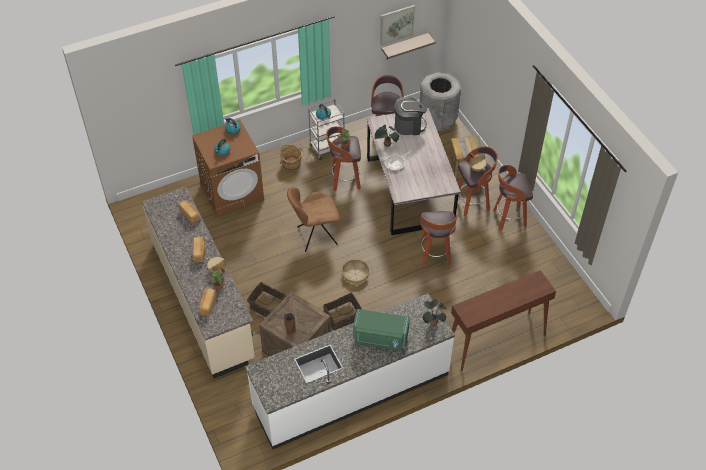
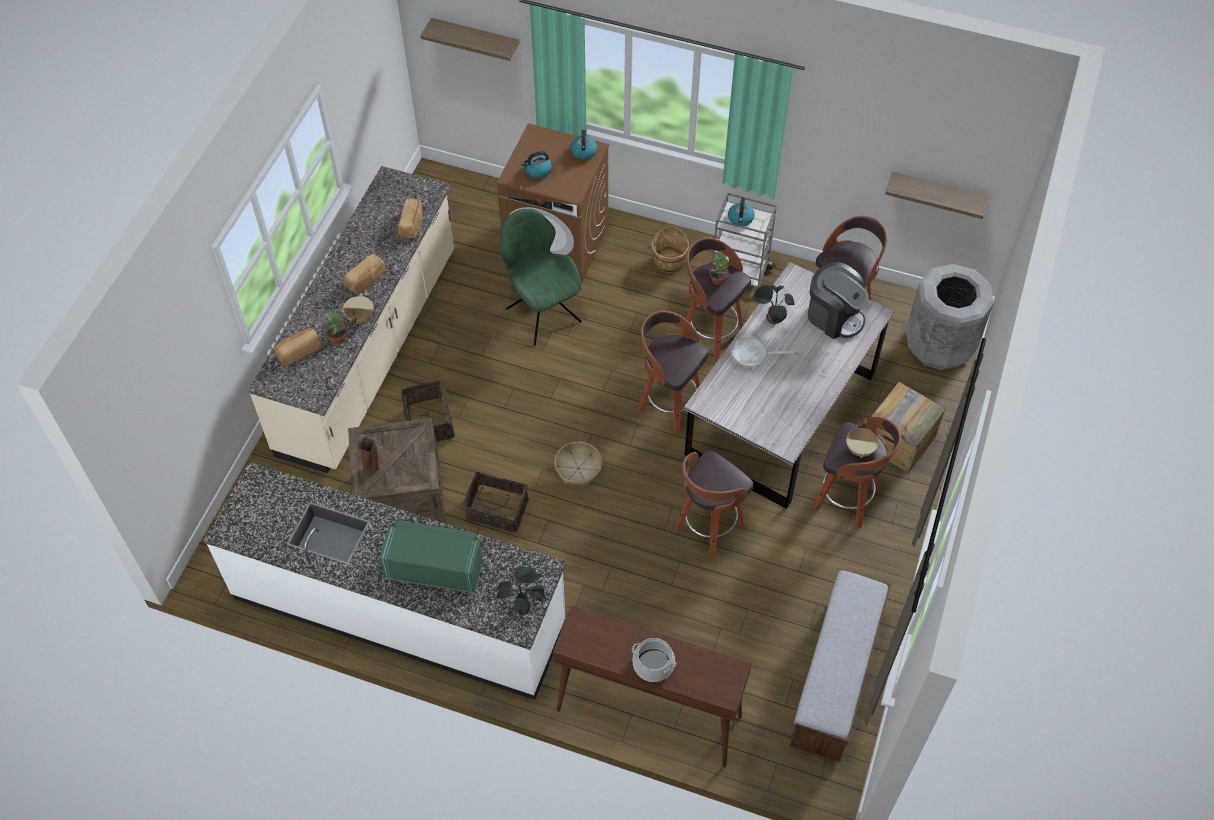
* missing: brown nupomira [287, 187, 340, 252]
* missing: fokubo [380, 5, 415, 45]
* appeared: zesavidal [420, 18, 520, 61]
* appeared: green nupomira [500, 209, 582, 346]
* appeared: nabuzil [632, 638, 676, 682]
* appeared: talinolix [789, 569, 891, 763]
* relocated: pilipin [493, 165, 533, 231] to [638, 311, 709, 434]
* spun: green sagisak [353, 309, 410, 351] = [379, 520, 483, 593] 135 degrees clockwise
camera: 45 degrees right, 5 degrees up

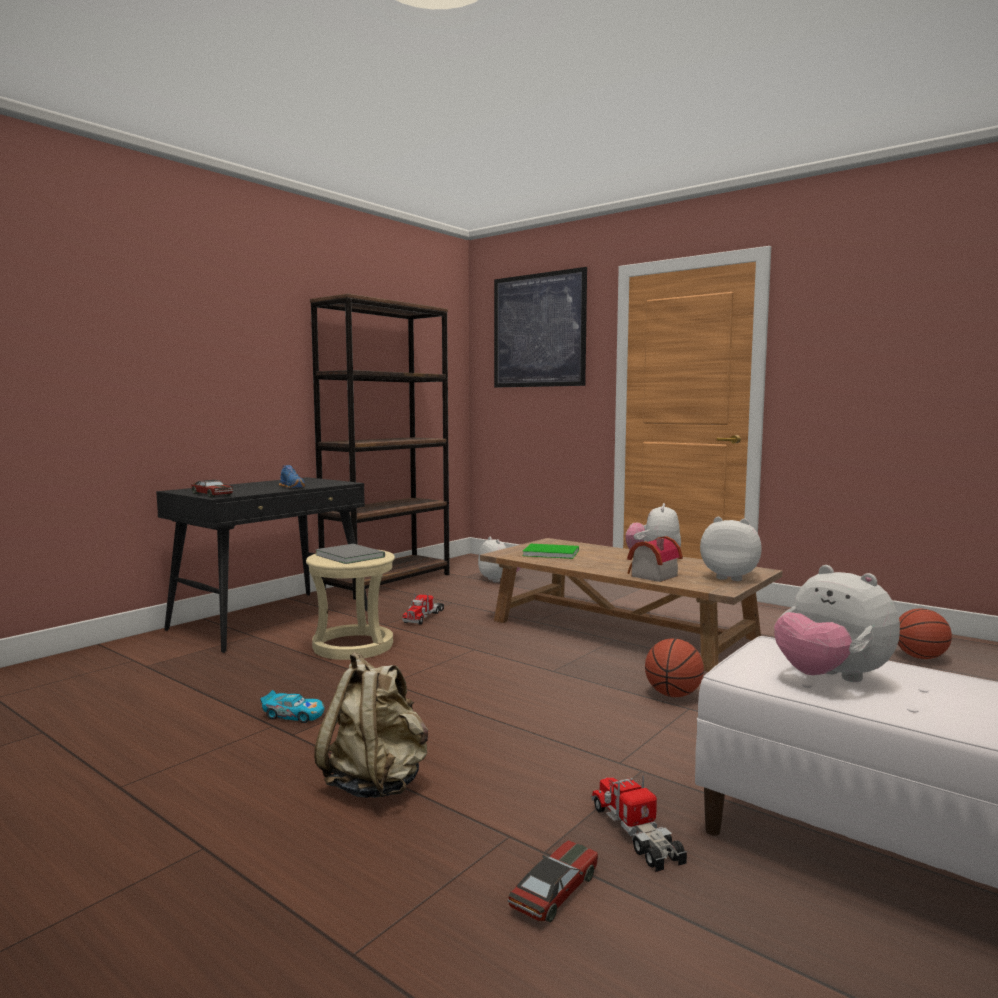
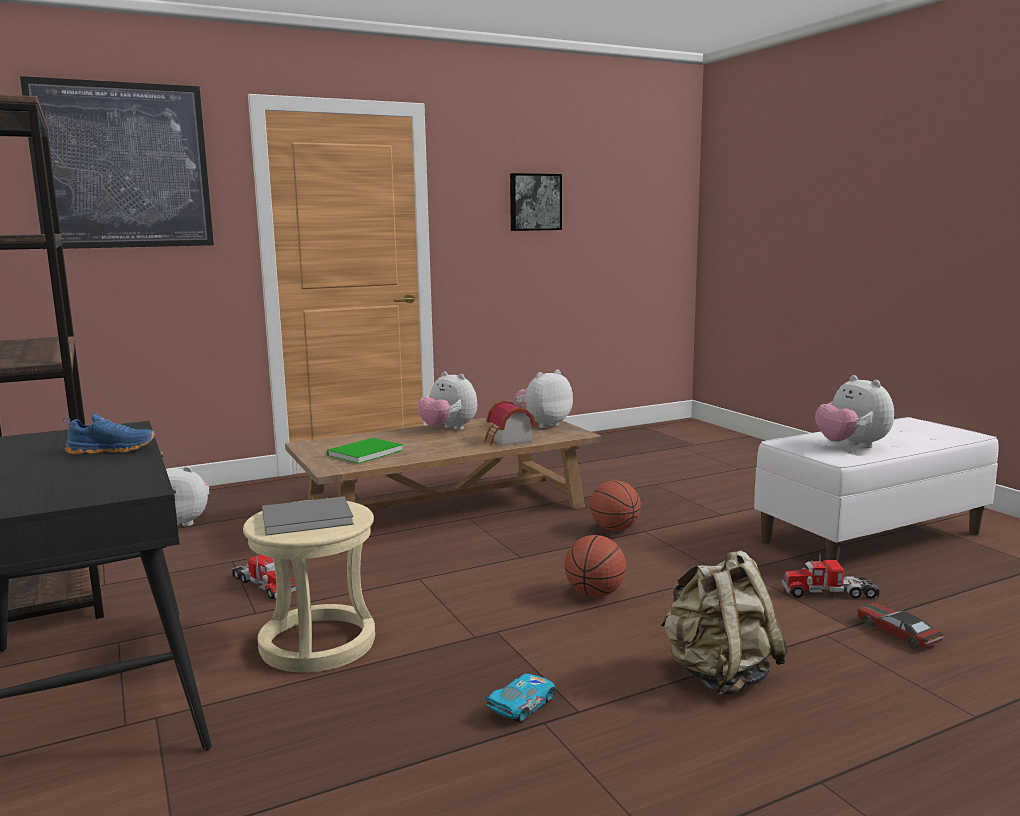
* missing: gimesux [191, 480, 233, 497]
* appeared: fokubo [510, 173, 562, 231]
* relocated: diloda [898, 608, 952, 659] to [564, 535, 626, 597]
* spun: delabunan [774, 565, 900, 682] = [815, 375, 894, 448] 75 degrees clockwise
camera: 65 degrees left, 5 degrees up

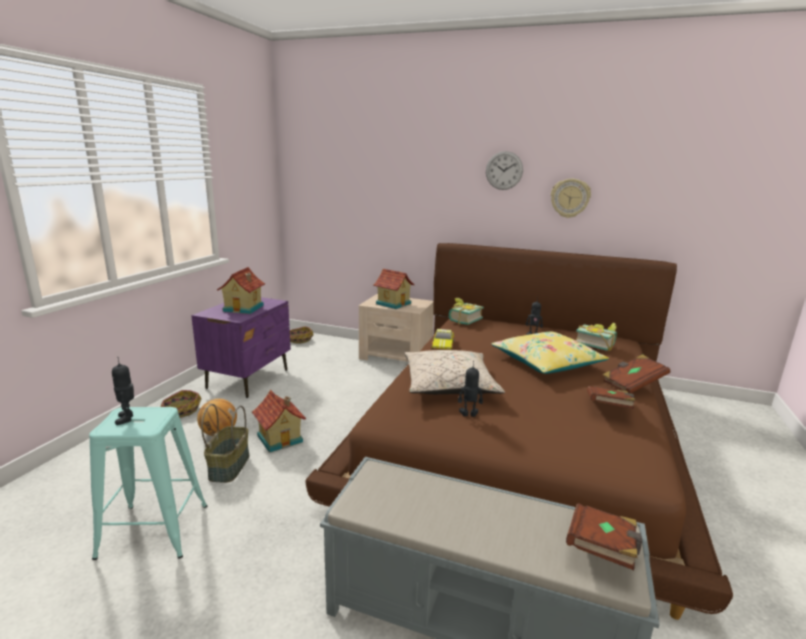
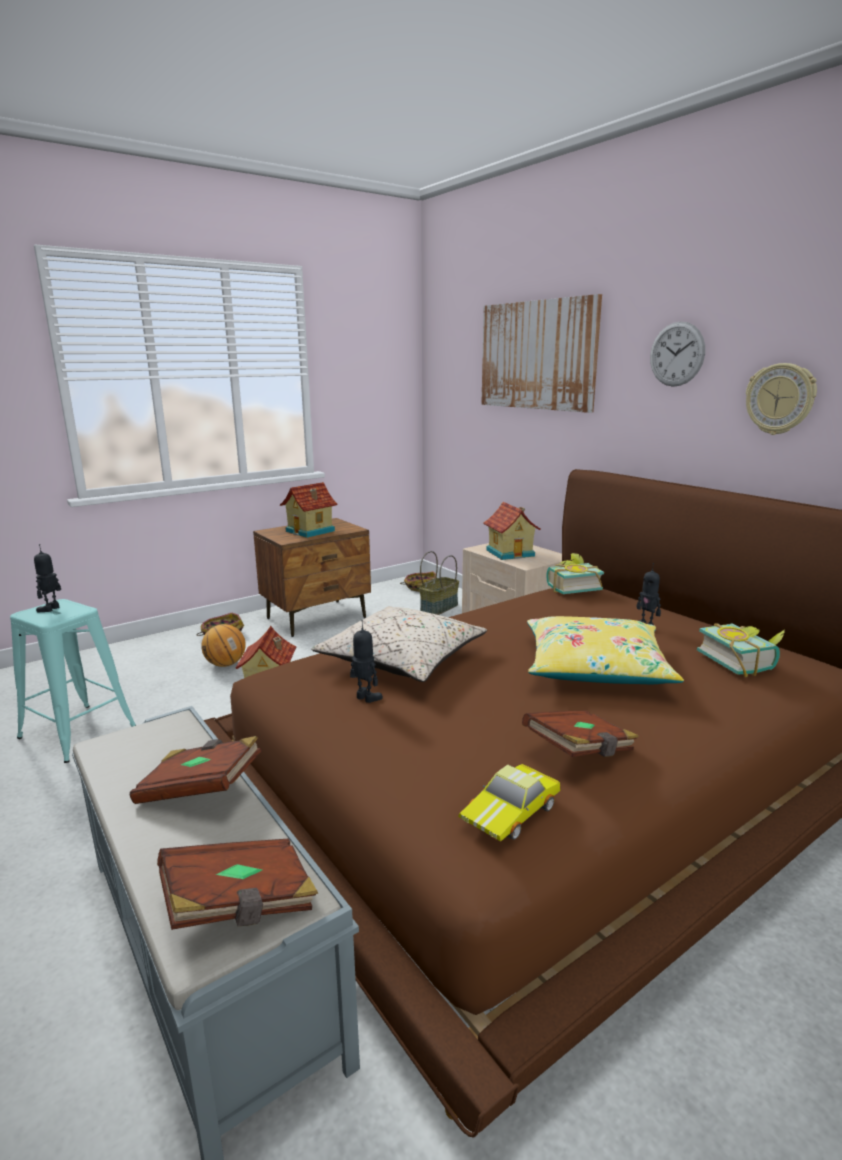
* appeared: fokubo [481, 294, 602, 413]
* relocated: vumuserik [201, 404, 249, 483] to [419, 551, 459, 615]
* relocated: gimesux [431, 329, 454, 350] to [458, 764, 561, 841]
* relocated: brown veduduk [602, 354, 670, 393] to [130, 736, 262, 804]
* colour: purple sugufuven [191, 297, 291, 398] to brown sugufuven [253, 518, 371, 637]
camera: 35 degrees right, 0 degrees up

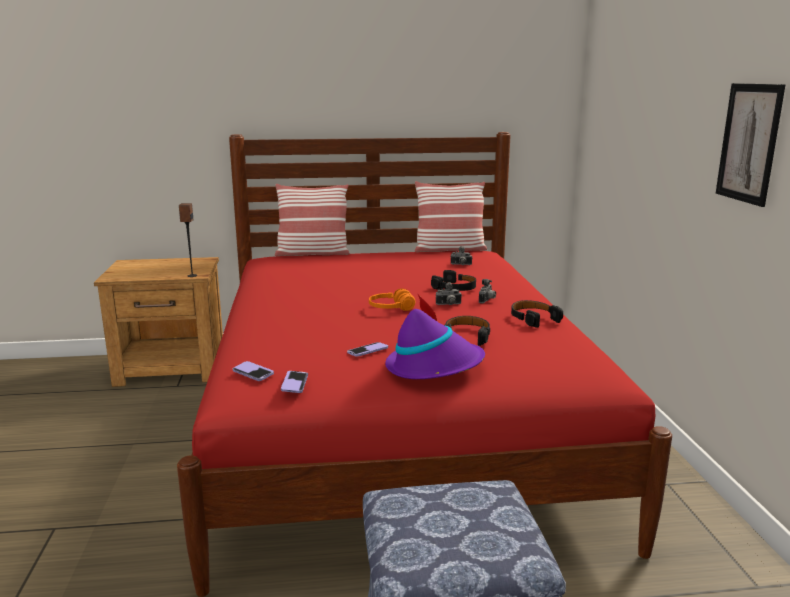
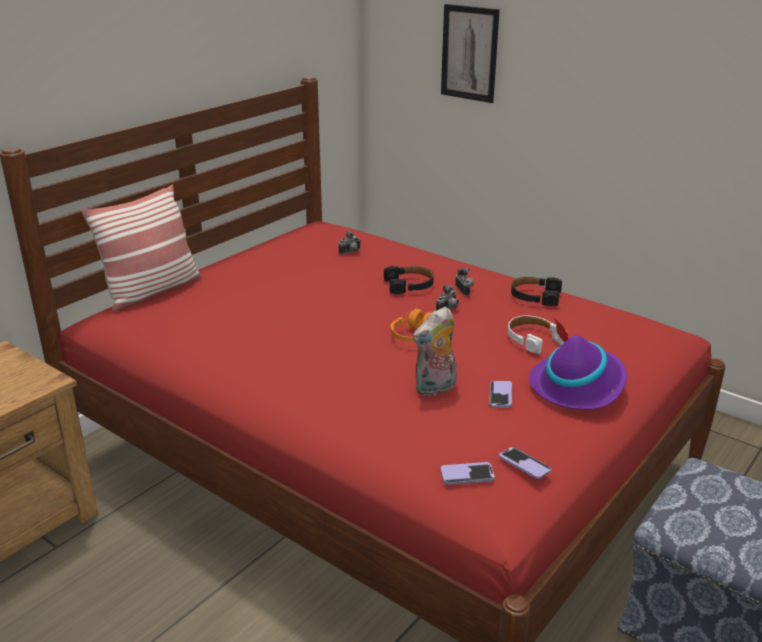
* missing: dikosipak [179, 203, 197, 277]
* missing: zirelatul [415, 181, 487, 252]
* appeared: delabunan [413, 307, 457, 396]
* relocated: fokubo [716, 83, 786, 207] to [441, 4, 500, 103]
* colour: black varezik [445, 316, 491, 346] to white varezik [508, 315, 567, 354]
camera: 45 degrees left, 10 degrees up

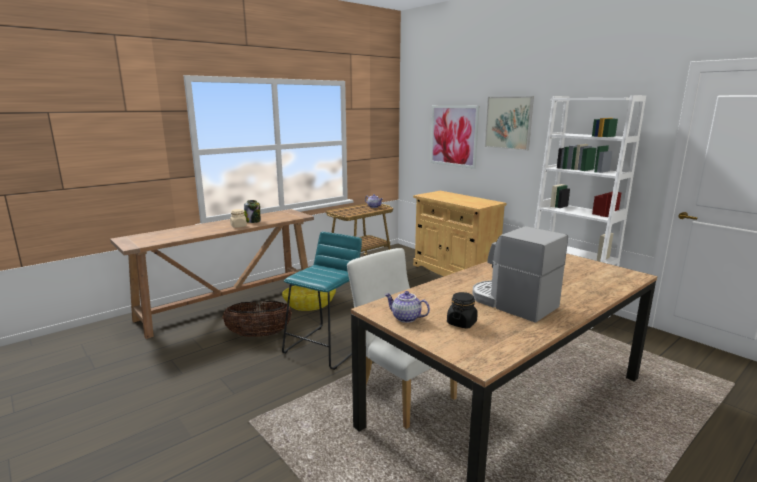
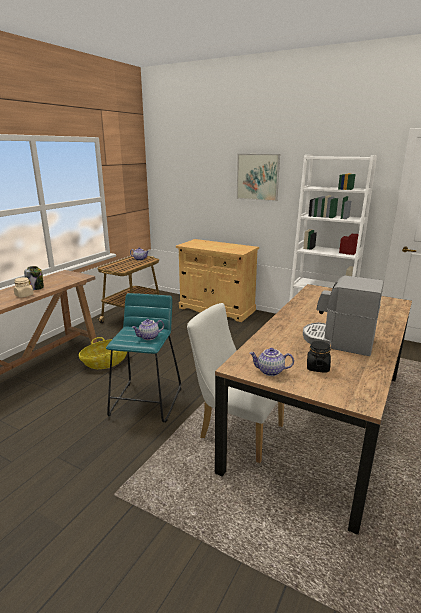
* missing: vumuserik [222, 301, 292, 337]
* missing: fokubo [430, 105, 479, 169]
* appeared: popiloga [132, 319, 164, 340]
camera: 20 degrees left, 5 degrees up

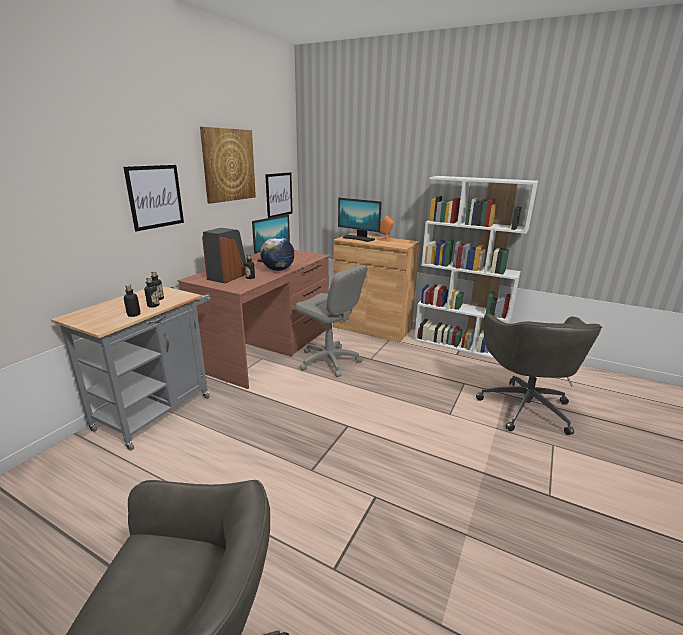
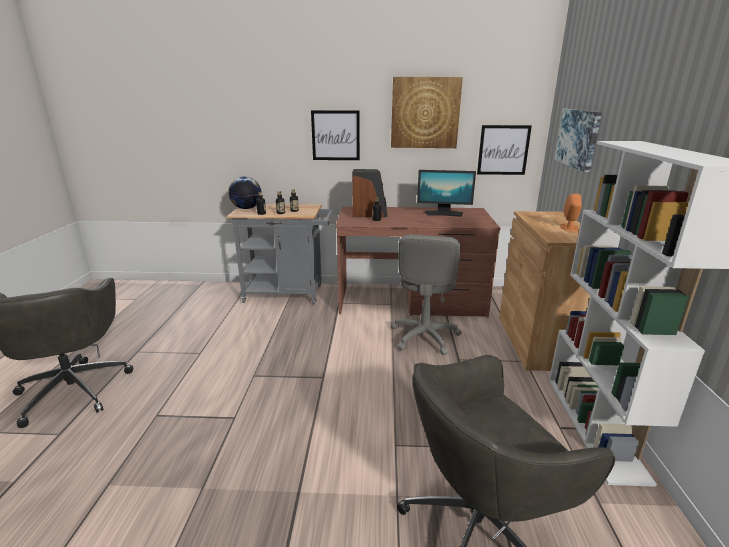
* missing: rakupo [338, 198, 382, 242]
* appeared: fokubo [554, 109, 602, 172]
* relocated: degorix [260, 237, 295, 271] to [228, 176, 262, 209]
camera: 65 degrees right, 0 degrees up

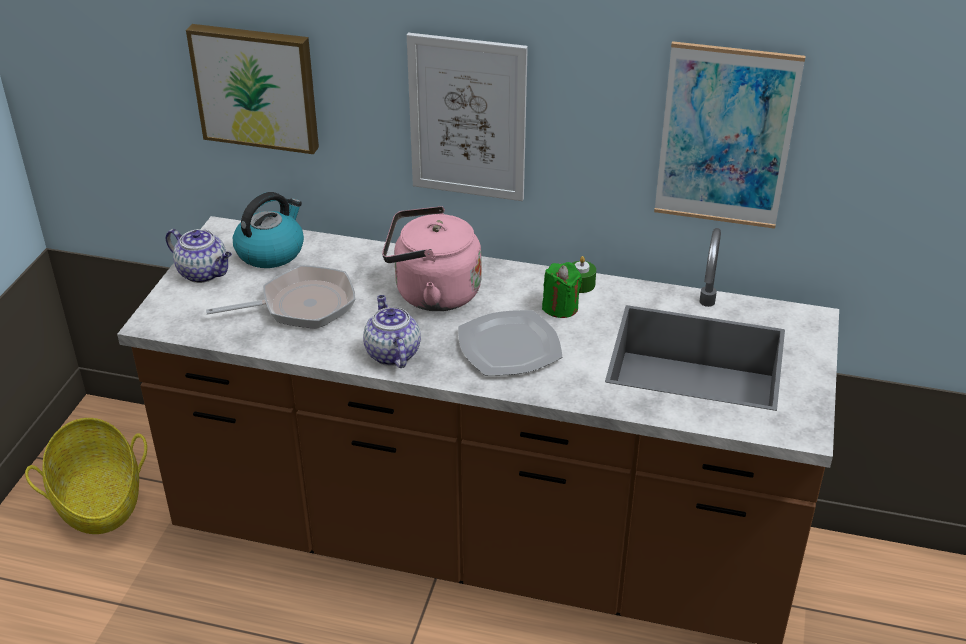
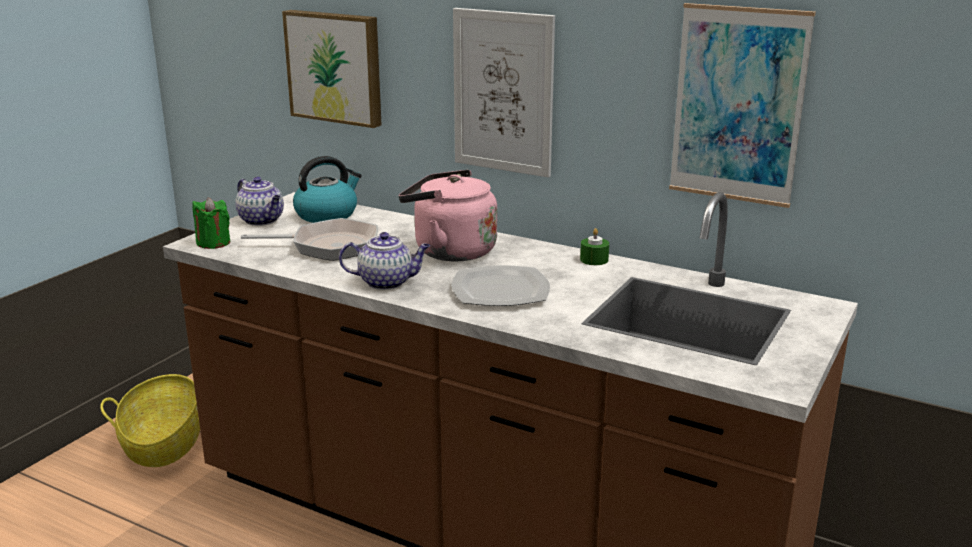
* relocated: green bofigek [542, 262, 582, 318] to [192, 198, 230, 249]
* spun: popiloga [363, 295, 421, 368] = [339, 232, 430, 290] 90 degrees clockwise
camera: 15 degrees right, 15 degrees down

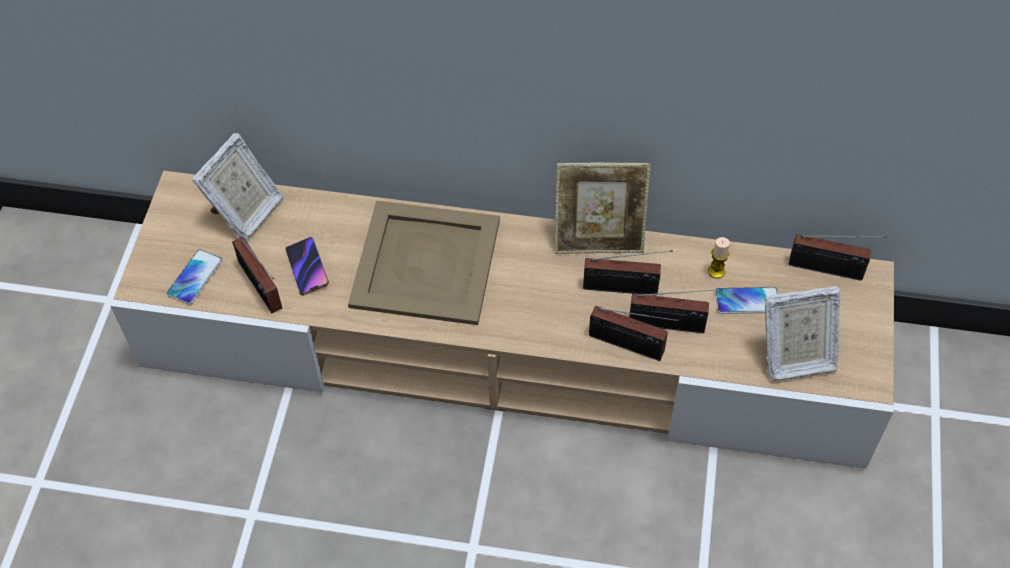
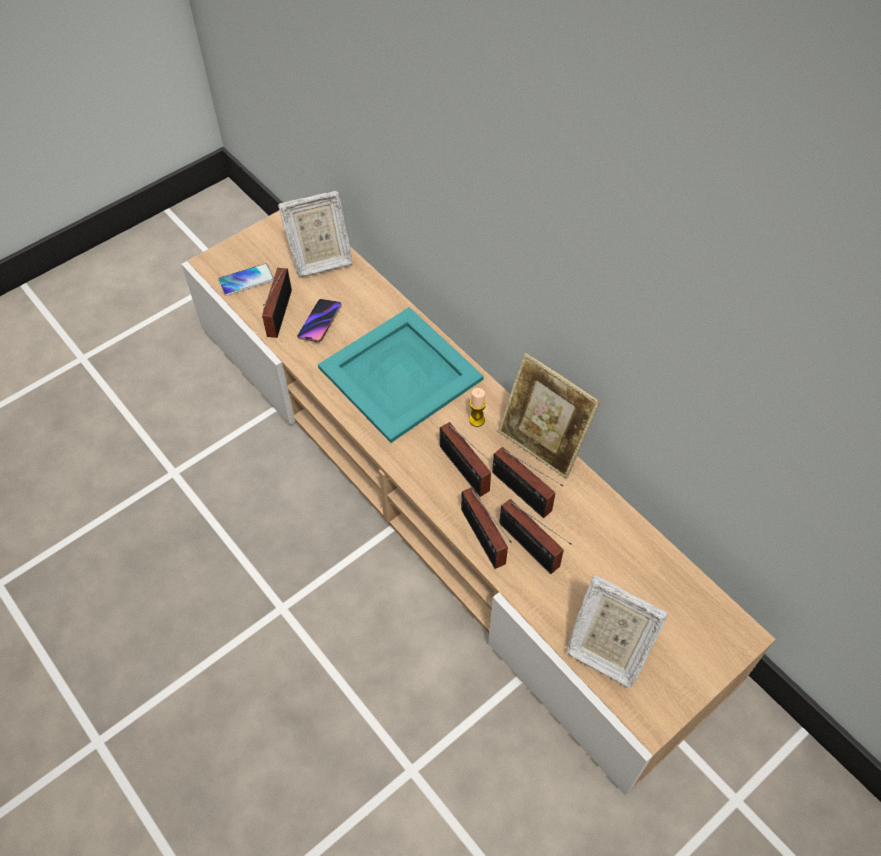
* missing: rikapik [715, 287, 778, 314]
* relocated: bofigek [708, 237, 730, 279] to [469, 388, 486, 427]
* relocated: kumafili [789, 234, 887, 280] to [440, 422, 495, 497]
* colour: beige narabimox [348, 201, 500, 325] to turquoise narabimox [318, 307, 484, 443]
camera: 40 degrees right, 0 degrees up

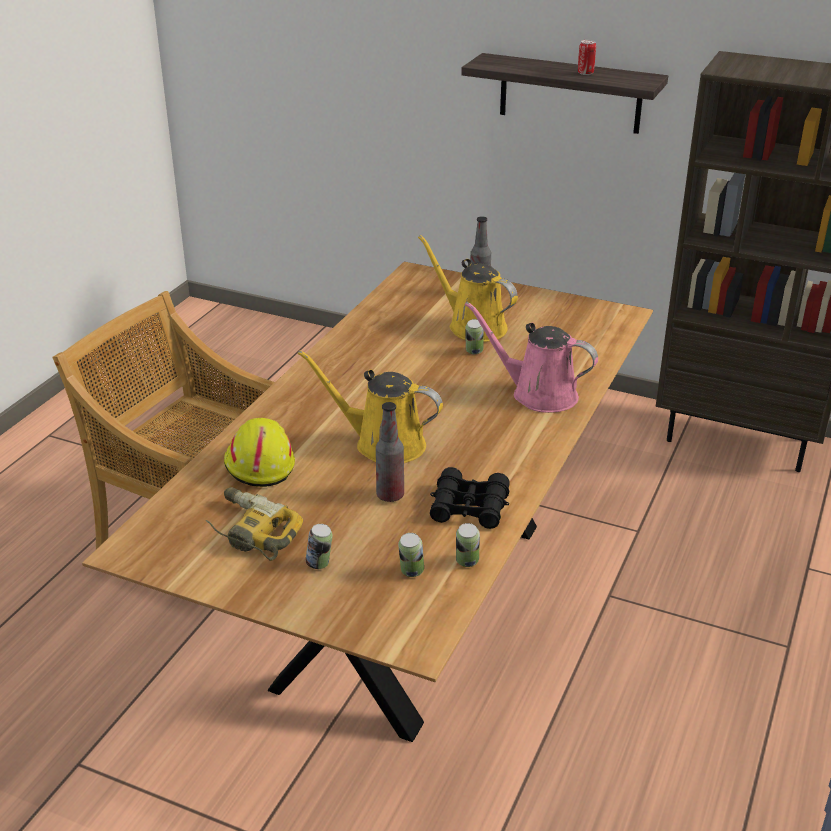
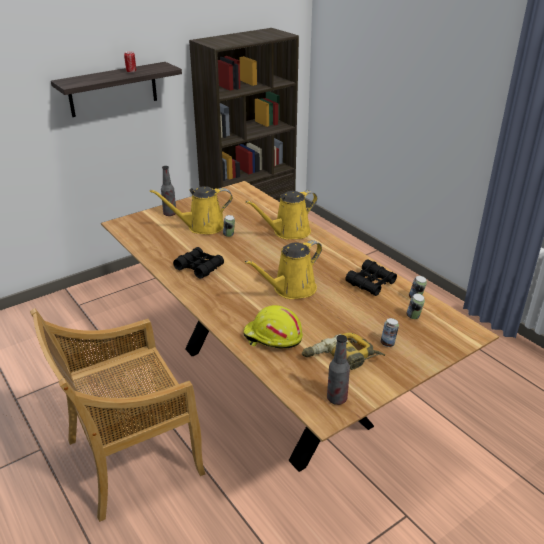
* appeared: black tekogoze [173, 247, 224, 279]
* relocated: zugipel [376, 402, 404, 502] to [327, 335, 350, 405]
* colour: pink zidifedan [465, 302, 598, 413] to yellow zidifedan [245, 190, 317, 240]
camera: 60 degrees left, 0 degrees up

